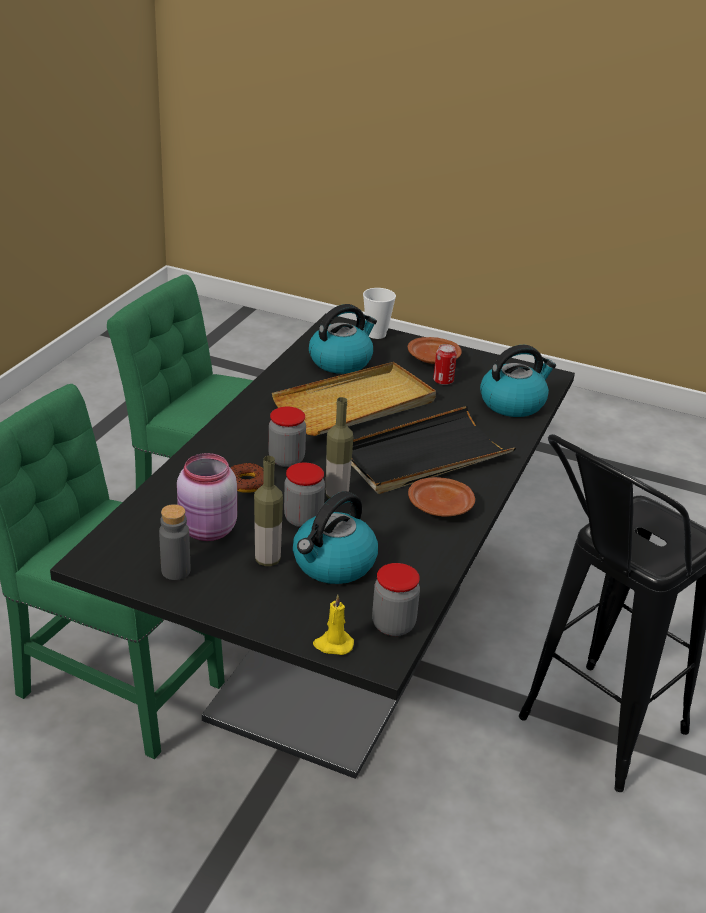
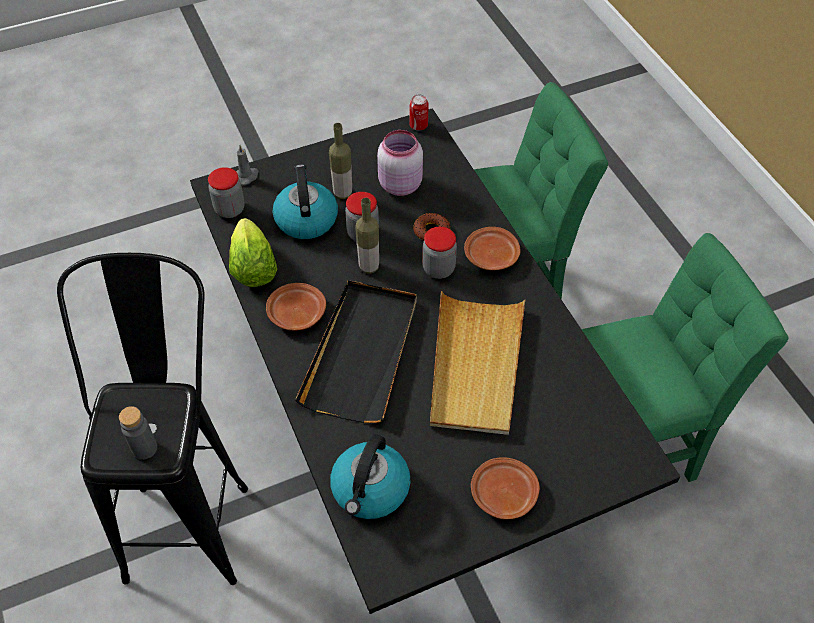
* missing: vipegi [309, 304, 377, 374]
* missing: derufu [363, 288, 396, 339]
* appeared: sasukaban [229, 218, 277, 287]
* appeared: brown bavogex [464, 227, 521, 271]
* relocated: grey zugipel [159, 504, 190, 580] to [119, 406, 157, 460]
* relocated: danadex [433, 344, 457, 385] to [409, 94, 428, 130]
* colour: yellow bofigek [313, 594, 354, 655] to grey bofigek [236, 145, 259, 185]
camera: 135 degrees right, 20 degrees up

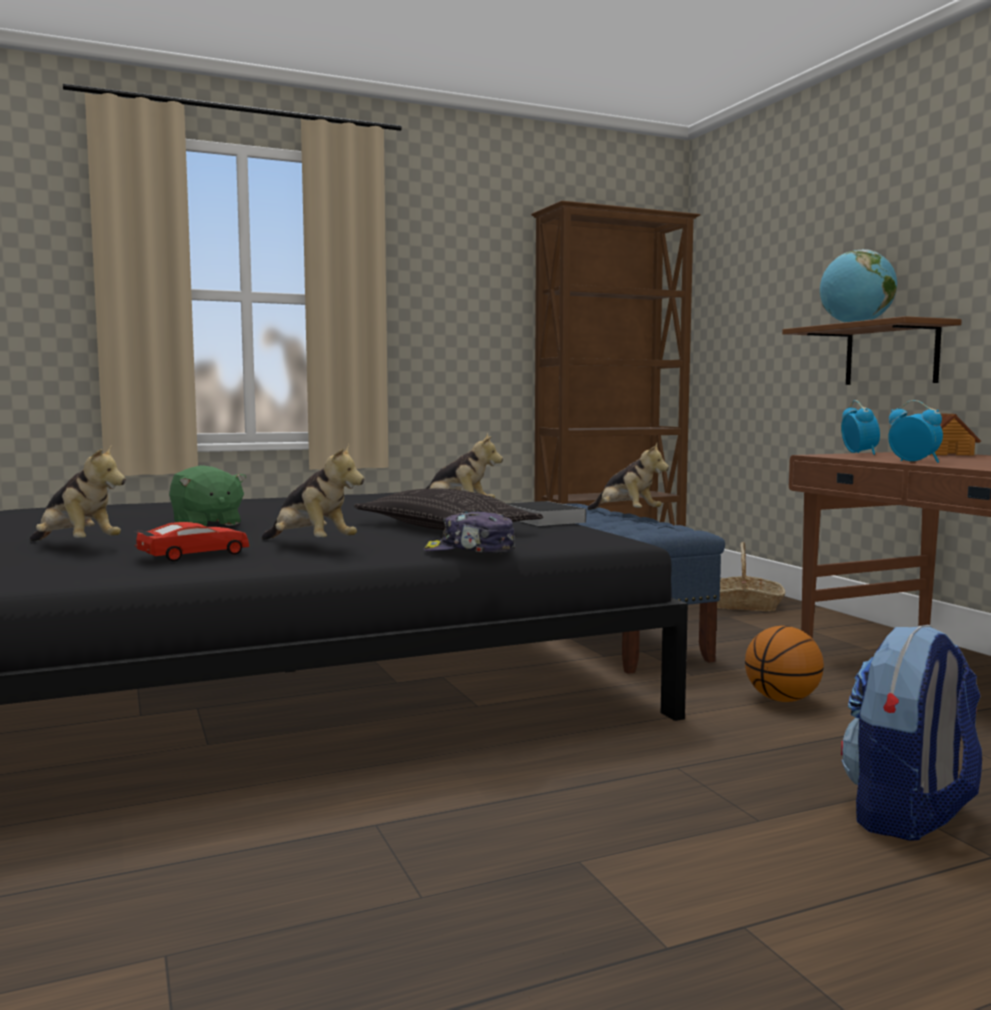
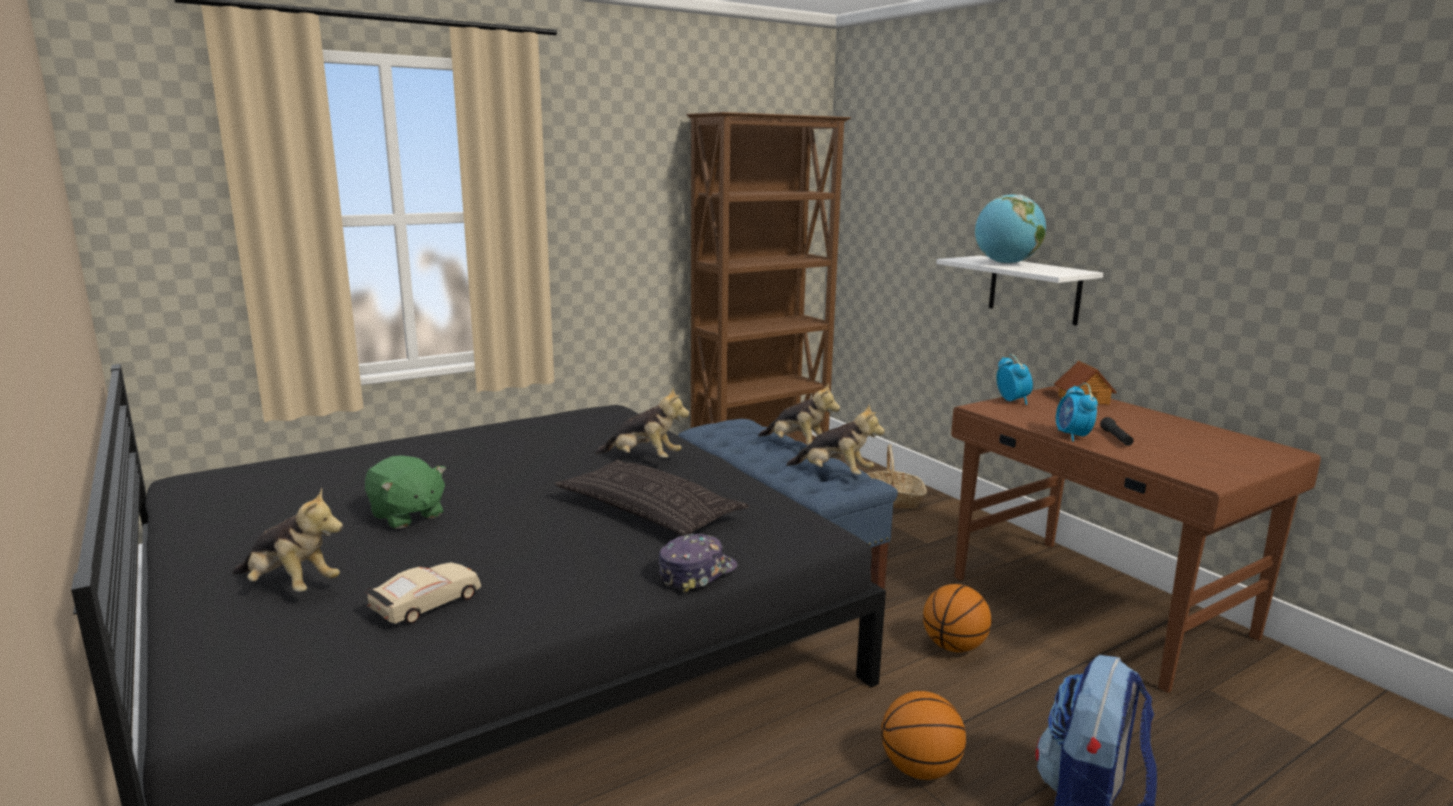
* missing: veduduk [506, 501, 586, 526]
* appeared: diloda [881, 691, 966, 780]
* appeared: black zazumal [1100, 417, 1134, 446]
* relocated: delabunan [262, 444, 365, 540] to [786, 404, 885, 475]
* colour: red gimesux [134, 522, 249, 562] to beige gimesux [365, 562, 481, 624]
* colour: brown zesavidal [782, 316, 961, 385] to white zesavidal [936, 256, 1103, 325]
* spun: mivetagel [424, 510, 516, 553] = [658, 534, 737, 593] 135 degrees clockwise
* spun: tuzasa [888, 400, 943, 463] = [1056, 383, 1098, 442] 135 degrees counterclockwise
camera: 10 degrees left, 10 degrees up

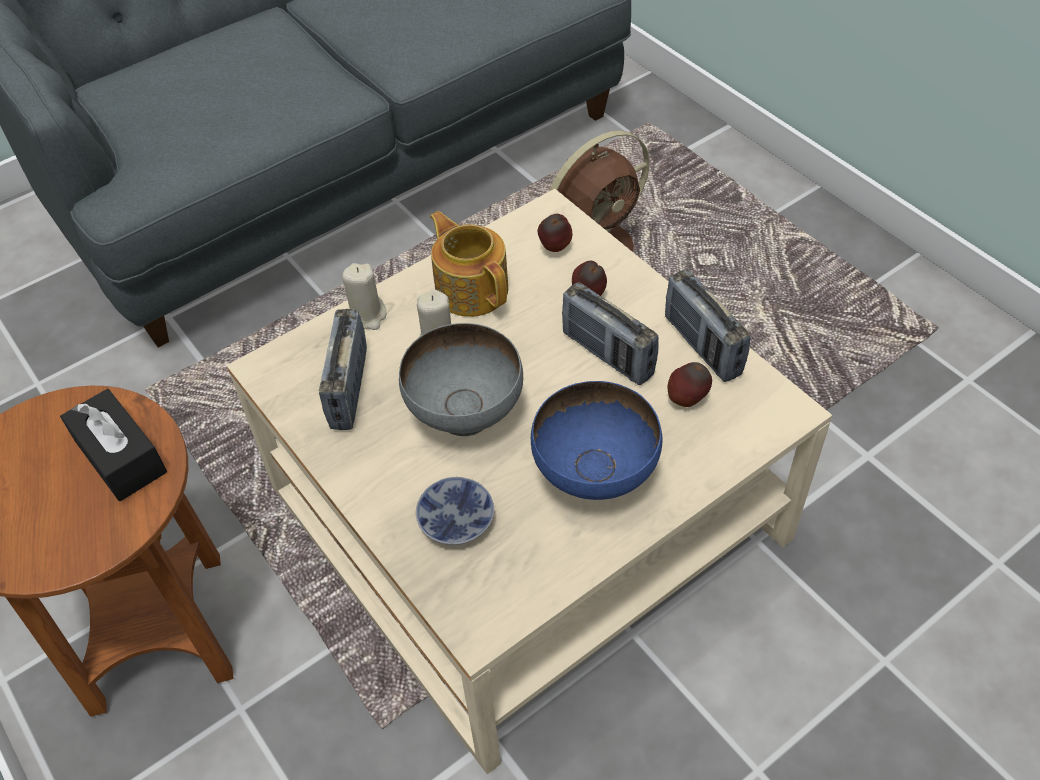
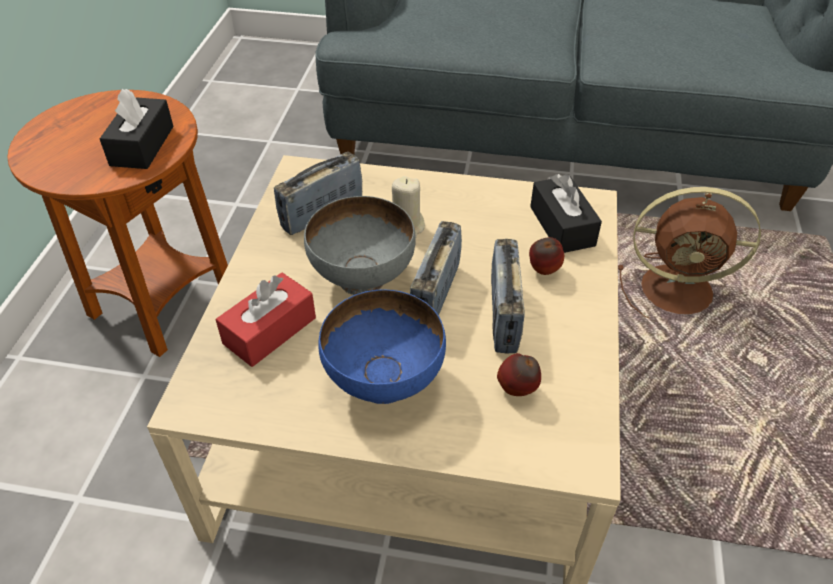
* missing: beige bofigek [342, 263, 386, 330]
* missing: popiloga [430, 211, 508, 317]
* relocated: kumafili [665, 269, 750, 382] to [410, 221, 462, 316]
* exchanged: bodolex [416, 477, 494, 545] to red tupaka [216, 272, 316, 367]
* exchanged: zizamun [538, 214, 572, 252] to black tupaka [530, 174, 602, 253]
camera: 45 degrees right, 5 degrees down

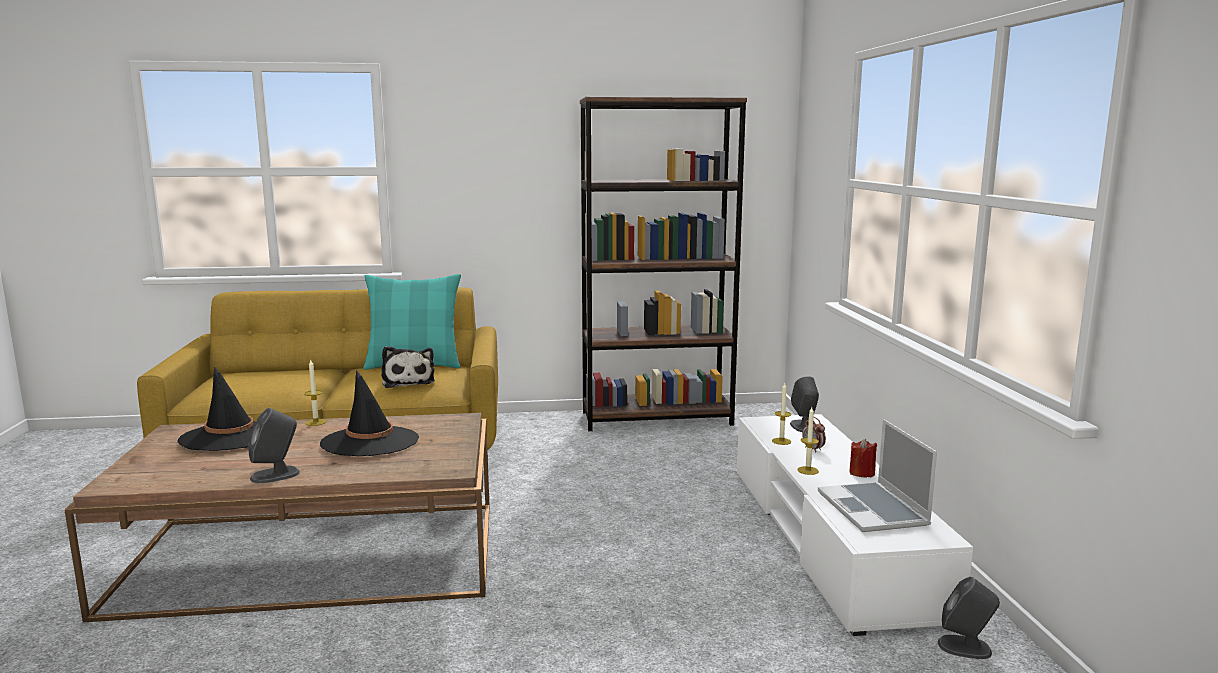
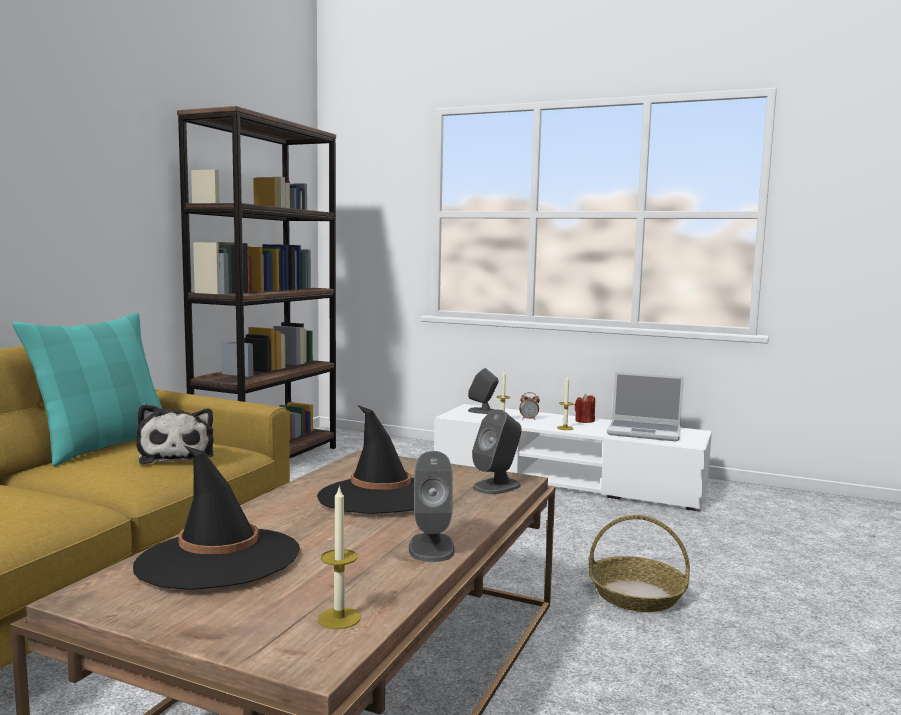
* appeared: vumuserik [589, 515, 690, 612]
* relocated: bofigek [304, 360, 327, 426] to [318, 486, 361, 629]
* relocated: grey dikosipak [938, 577, 1000, 659] to [472, 409, 522, 494]
* spun: delabunan [382, 346, 435, 388] = [136, 404, 214, 464] 60 degrees clockwise
camera: 60 degrees left, 5 degrees down

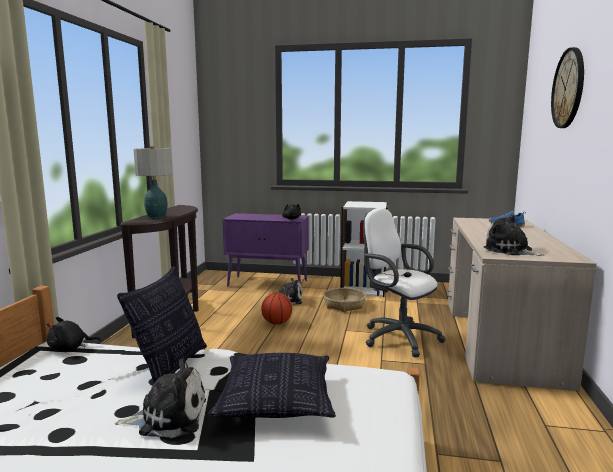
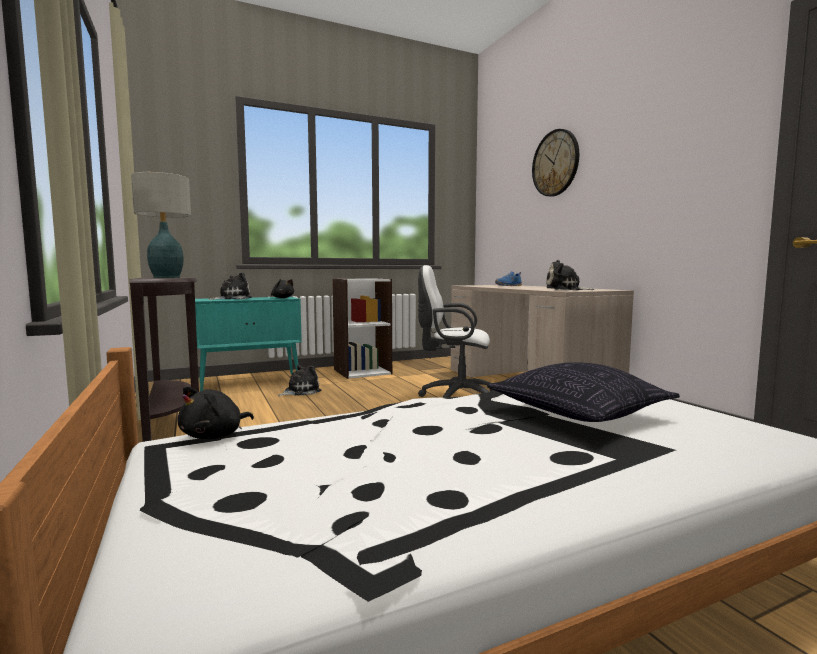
* missing: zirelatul [117, 266, 207, 383]
* missing: diloda [261, 293, 292, 325]
* missing: vumuserik [323, 288, 366, 312]
* relocated: delabunan [115, 359, 206, 438] to [208, 272, 252, 300]
* colour: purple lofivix [223, 213, 309, 287] to turquoise lofivix [195, 297, 302, 391]
camera: 35 degrees left, 5 degrees down

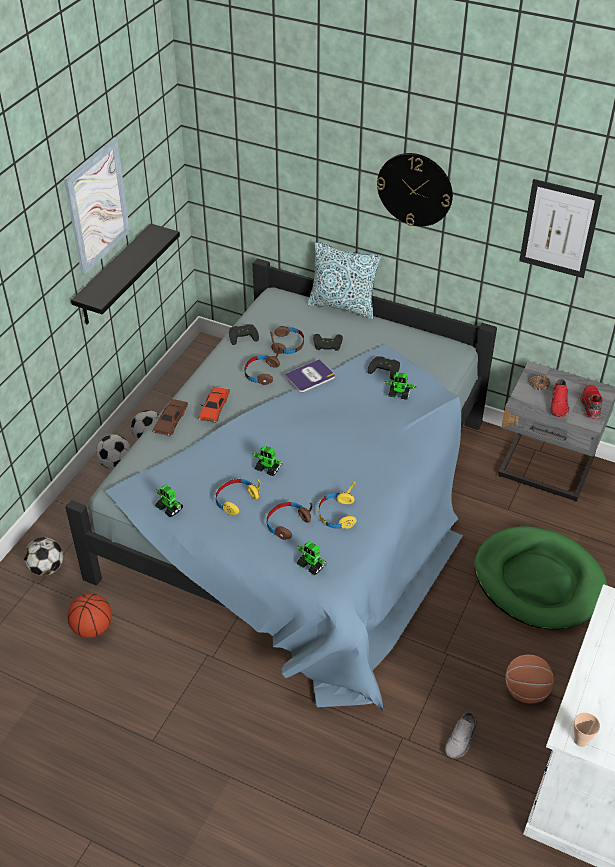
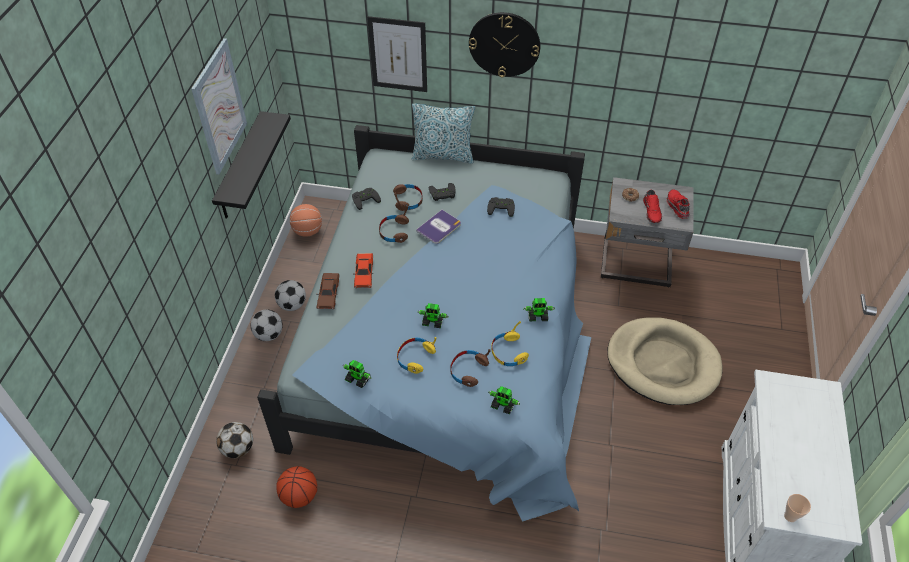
* missing: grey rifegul [445, 712, 478, 759]
* relocated: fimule [384, 372, 416, 400] to [524, 298, 554, 321]
* relocated: diloda [506, 655, 553, 704] to [290, 204, 322, 237]
* relocated: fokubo [519, 179, 602, 278] to [367, 16, 427, 92]
* colour: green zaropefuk [474, 526, 607, 630] to beige zaropefuk [607, 317, 722, 405]
camera: 15 degrees left, 5 degrees up

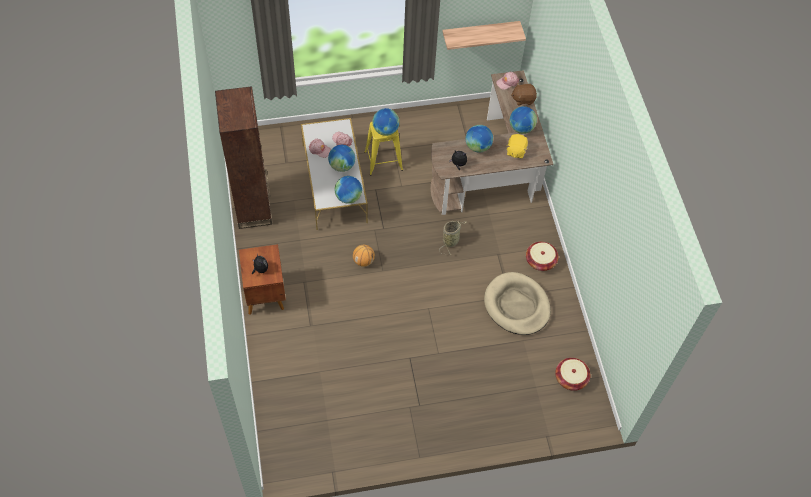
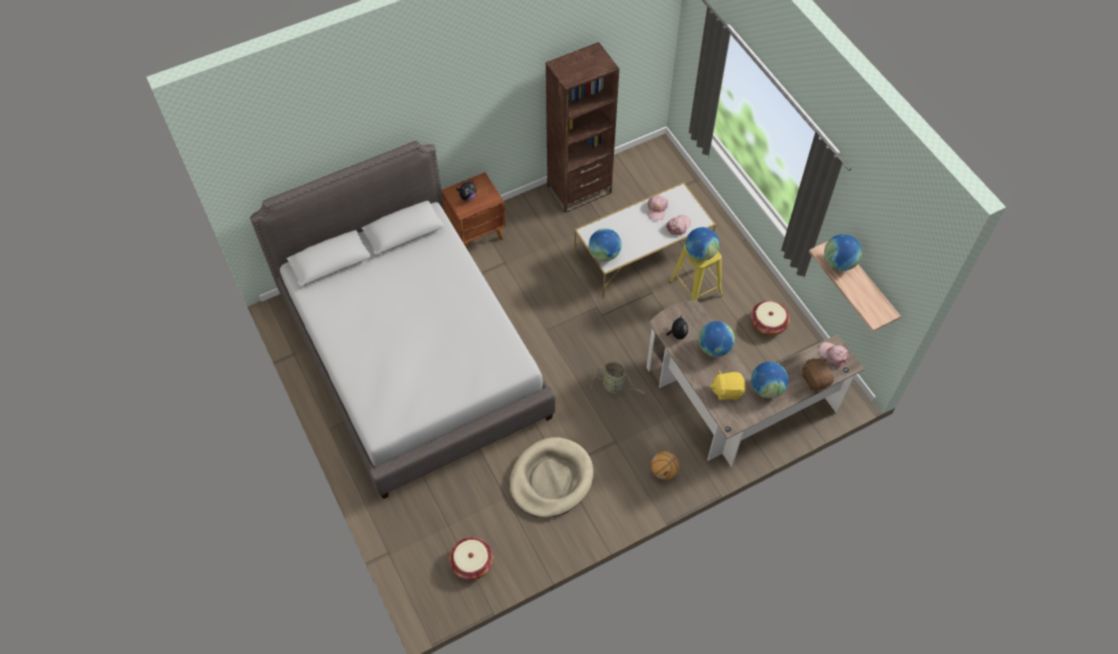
* appeared: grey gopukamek [250, 141, 555, 499]
* relocated: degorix [328, 145, 355, 172] to [824, 234, 862, 271]
* relocated: diloda [353, 245, 375, 267] to [651, 451, 679, 480]
* relocated: vumuserik [526, 242, 558, 271] to [751, 301, 790, 335]
camera: 75 degrees right, 0 degrees up

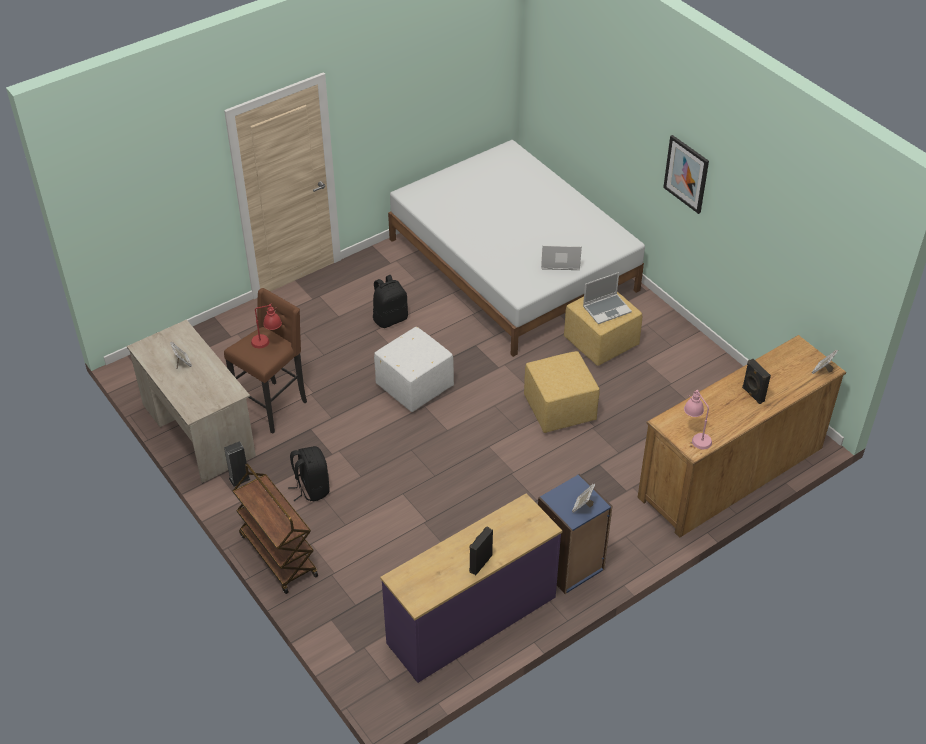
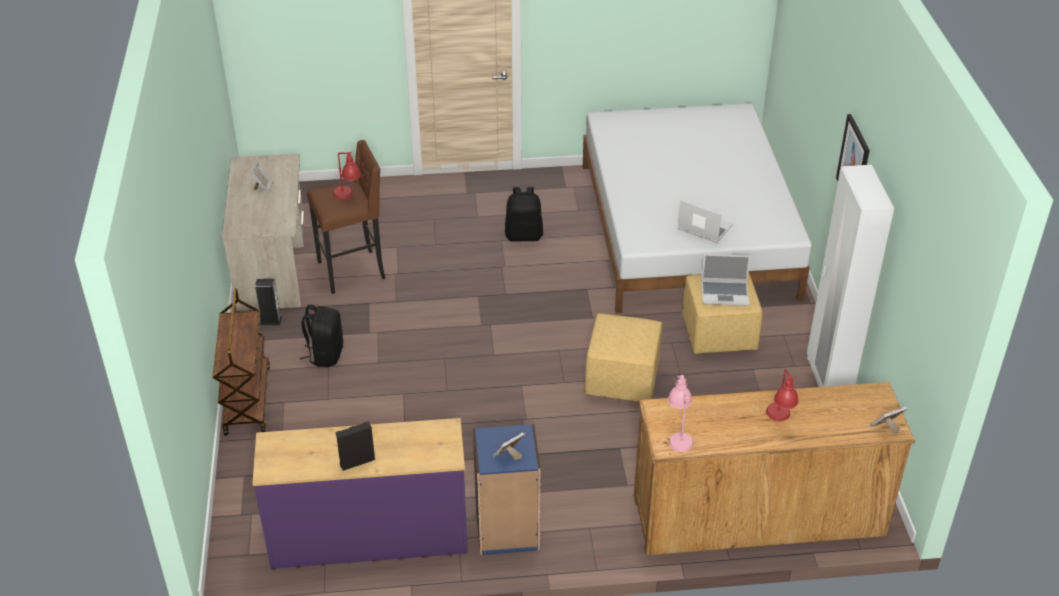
* missing: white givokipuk [374, 327, 454, 412]
* appeared: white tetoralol [807, 165, 894, 387]
* exchanged: black dikosipak [742, 359, 771, 404] to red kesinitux [766, 369, 798, 421]
camera: 30 degrees right, 5 degrees down

